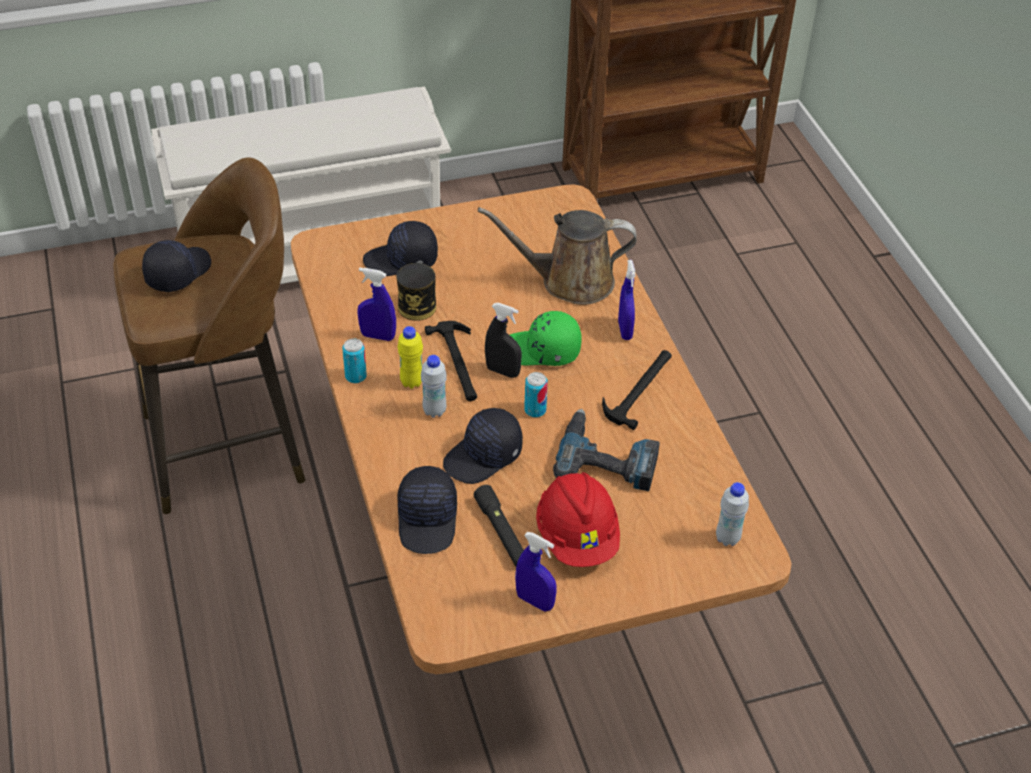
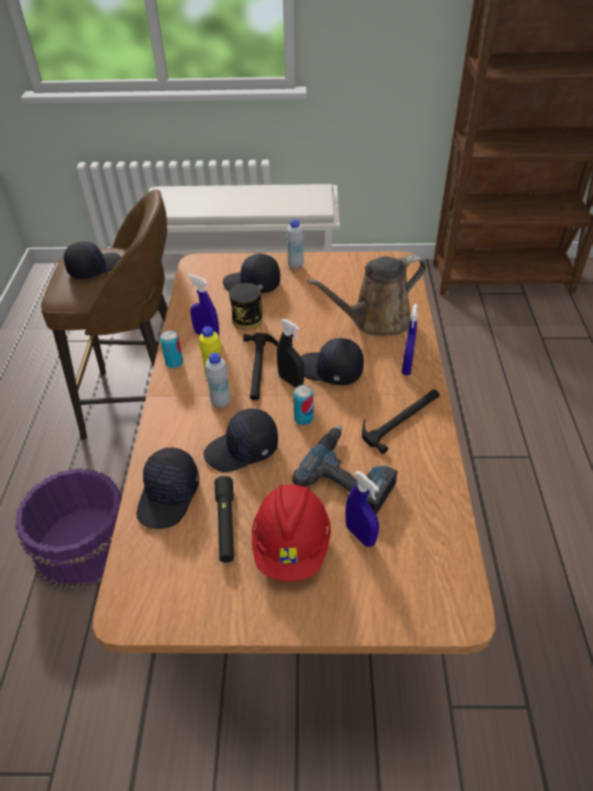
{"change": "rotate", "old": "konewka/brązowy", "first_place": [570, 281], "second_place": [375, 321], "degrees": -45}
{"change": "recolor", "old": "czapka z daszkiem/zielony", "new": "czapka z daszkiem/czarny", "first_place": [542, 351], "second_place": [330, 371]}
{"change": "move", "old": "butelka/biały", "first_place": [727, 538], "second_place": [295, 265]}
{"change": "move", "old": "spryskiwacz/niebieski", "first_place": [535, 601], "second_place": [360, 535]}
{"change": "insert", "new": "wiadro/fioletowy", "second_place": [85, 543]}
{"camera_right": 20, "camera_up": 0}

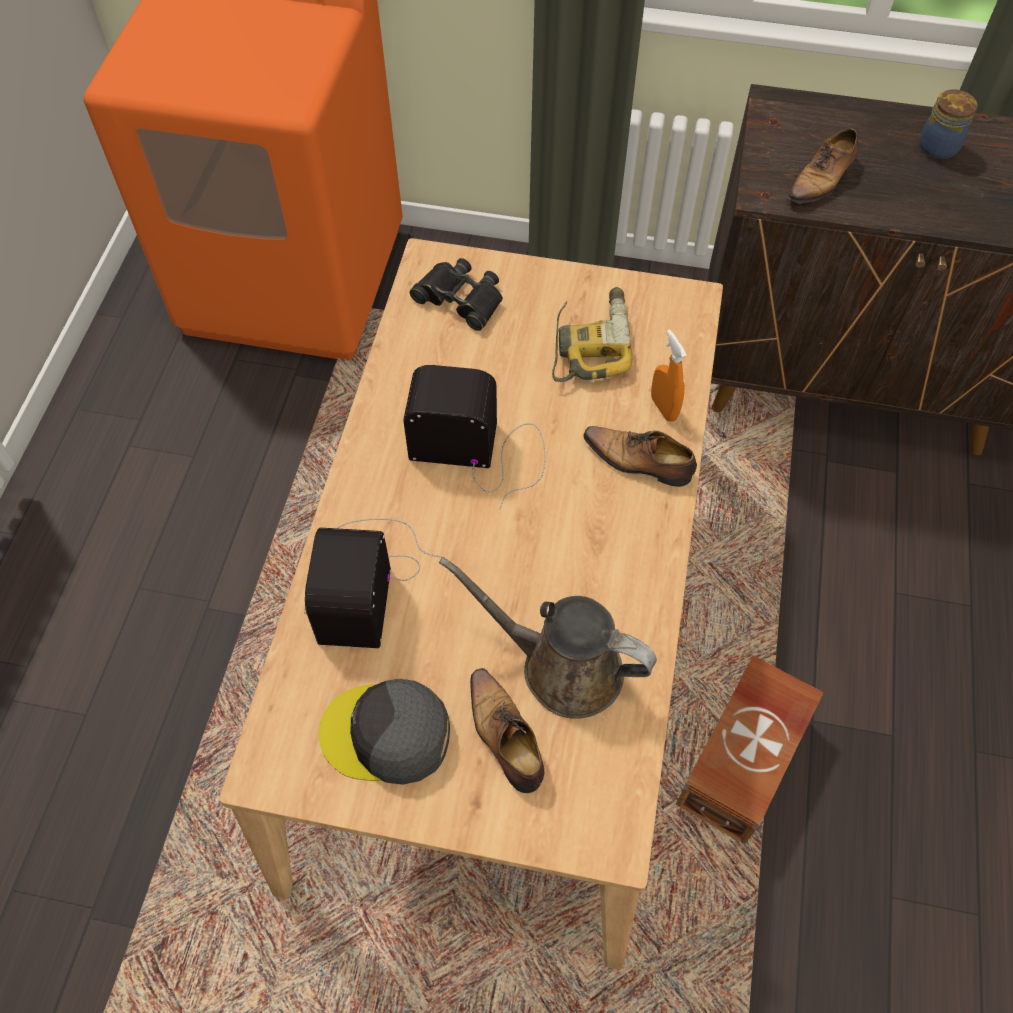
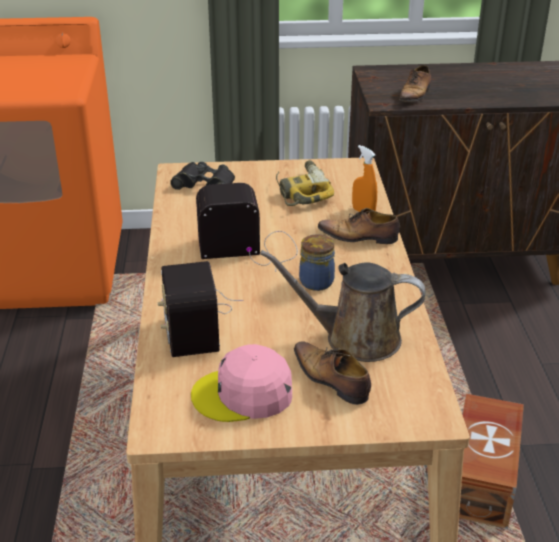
{"change": "move", "old": "słoik", "first_place": [938, 146], "second_place": [316, 281]}
{"change": "recolor", "old": "czapka z daszkiem/szary", "new": "czapka z daszkiem/różowy", "first_place": [387, 734], "second_place": [244, 394]}
{"camera_right": -15, "camera_up": -25}

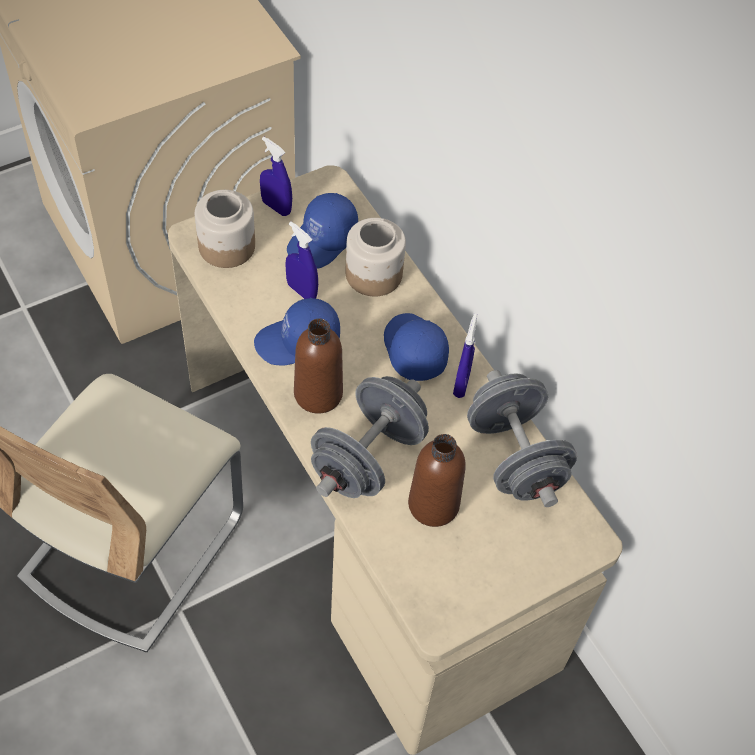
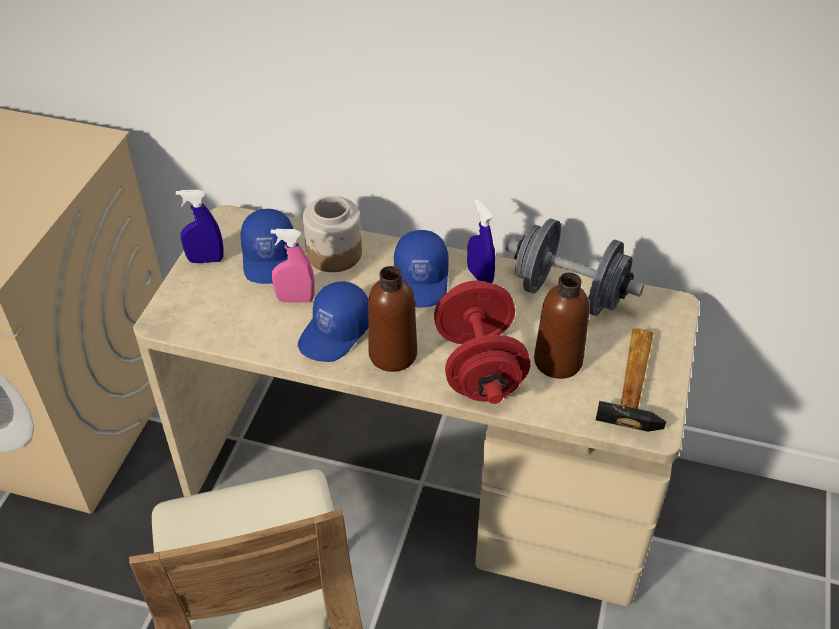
{"change": "delete", "old": "słoik", "first_place": [226, 246]}
{"change": "recolor", "old": "spryskiwacz/niebieski", "new": "spryskiwacz/różowy", "first_place": [301, 291], "second_place": [295, 299]}
{"change": "rotate", "old": "czapka z daszkiem/niebieski", "first_place": [413, 350], "second_place": [422, 280], "degrees": -120}
{"change": "recolor", "old": "hantel/szary", "new": "hantel/czerwony", "first_place": [368, 457], "second_place": [479, 367]}
{"change": "insert", "new": "młotek", "second_place": [637, 380]}
{"camera_right": -40, "camera_up": -10}

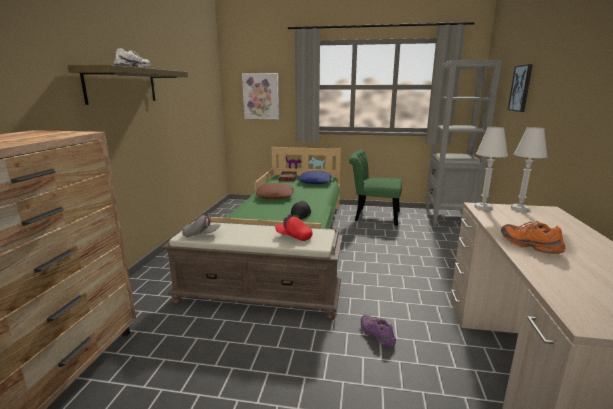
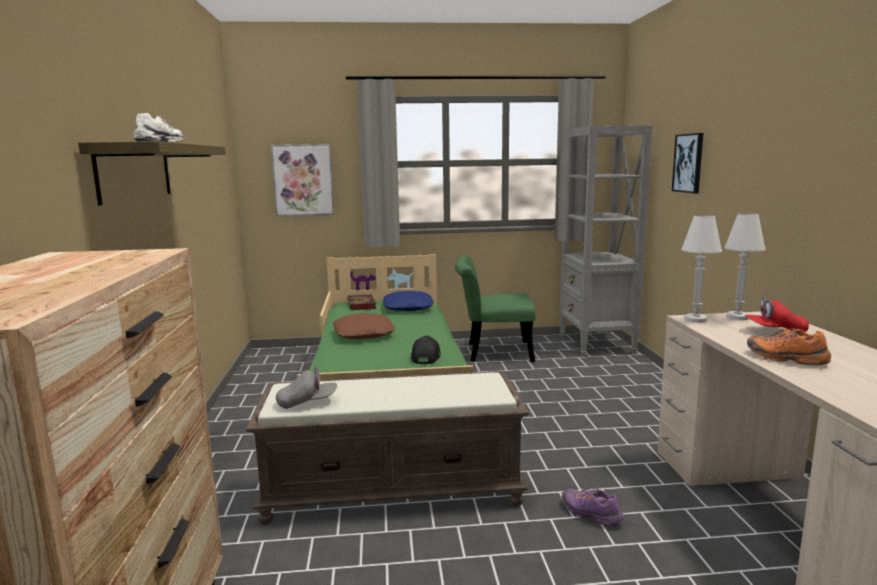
{"change": "move", "old": "czapka z daszkiem/czerwony", "first_place": [294, 237], "second_place": [775, 331]}
{"camera_right": -15, "camera_up": -5}

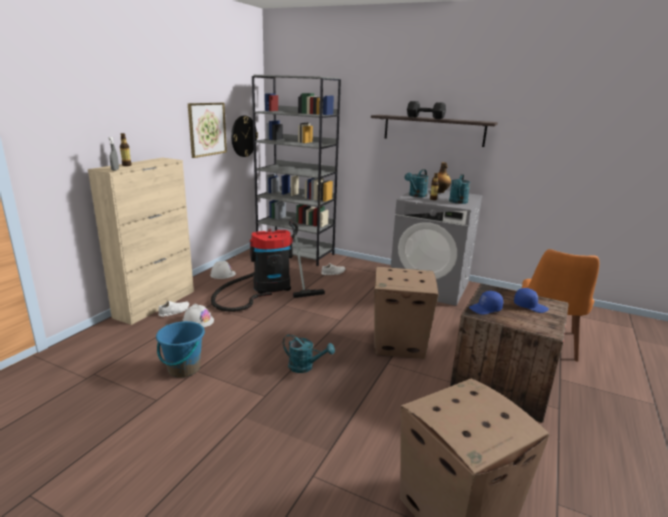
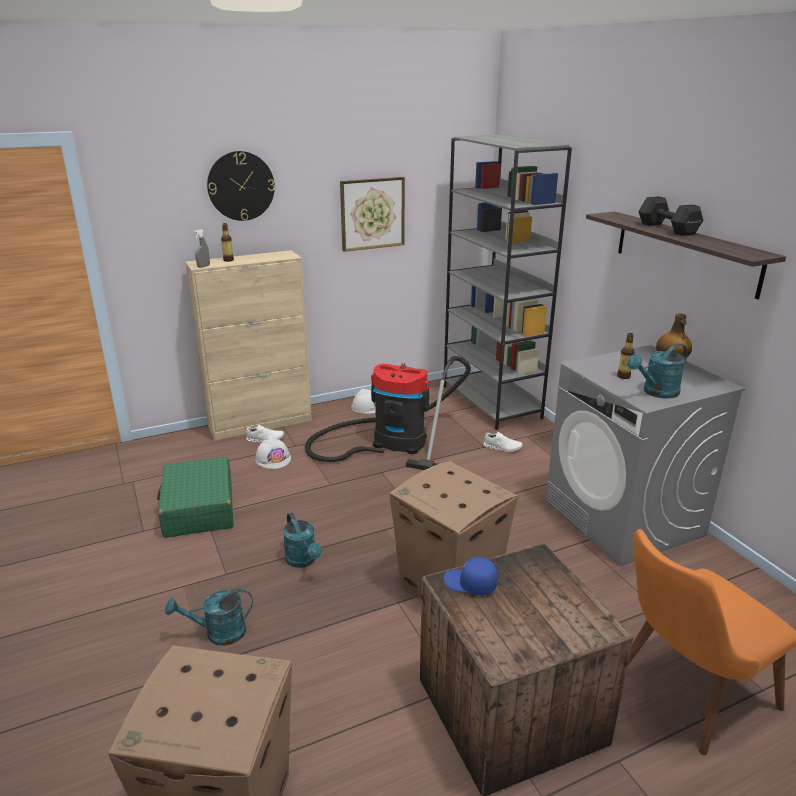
{"change": "move", "old": "zegar ścienny", "first_place": [243, 136], "second_place": [241, 186]}
{"change": "move", "old": "konewka/turkusowy", "first_place": [416, 195], "second_place": [218, 633]}
{"change": "delete", "old": "czapka z daszkiem/niebieski", "first_place": [530, 306]}
{"change": "replace", "old": "wiadro/niebieski", "new": "walizka/zielony", "first_place": [183, 368], "second_place": [198, 508]}
{"camera_right": 40, "camera_up": 5}

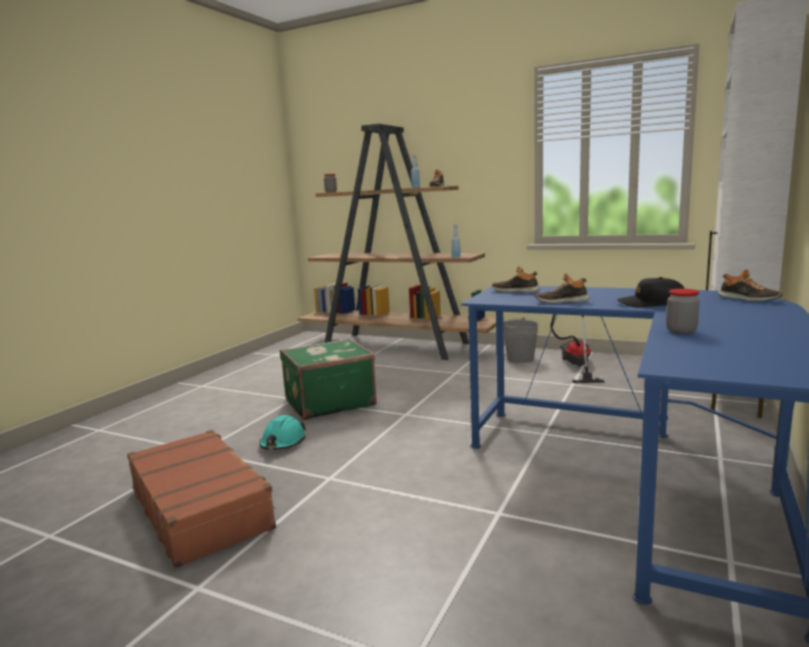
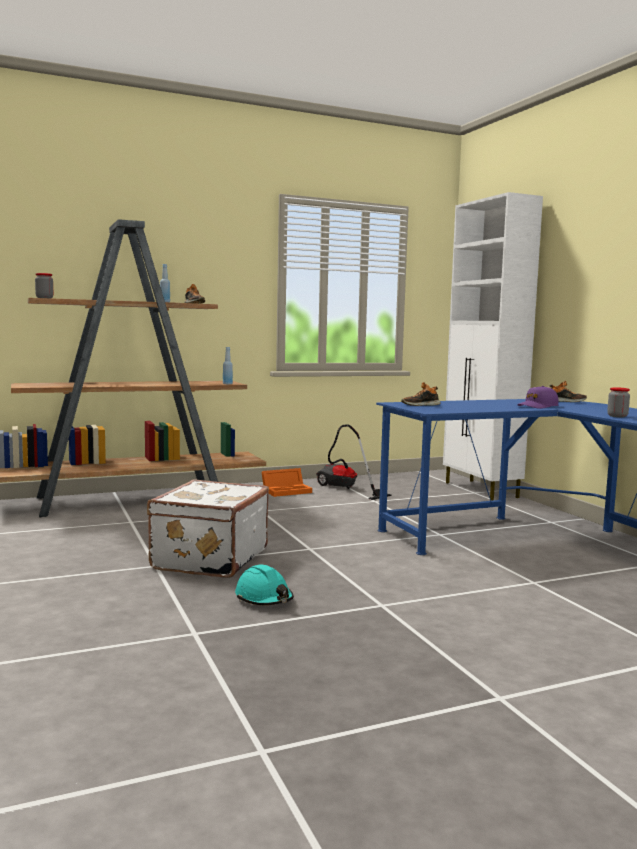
{"change": "delete", "old": "but", "first_place": [562, 301]}
{"change": "recolor", "old": "czapka z daszkiem/czarny", "new": "czapka z daszkiem/fioletowy", "first_place": [651, 304], "second_place": [538, 406]}
{"change": "replace", "old": "wiadro/szary", "new": "pojemnik do przechowywania/pomarańczowy", "first_place": [520, 359], "second_place": [287, 491]}
{"change": "recolor", "old": "walizka/zielony", "new": "walizka/biały", "first_place": [329, 402], "second_place": [208, 559]}
{"change": "delete", "old": "walizka/brązowy", "first_place": [201, 508]}
{"camera_right": -50, "camera_up": -5}

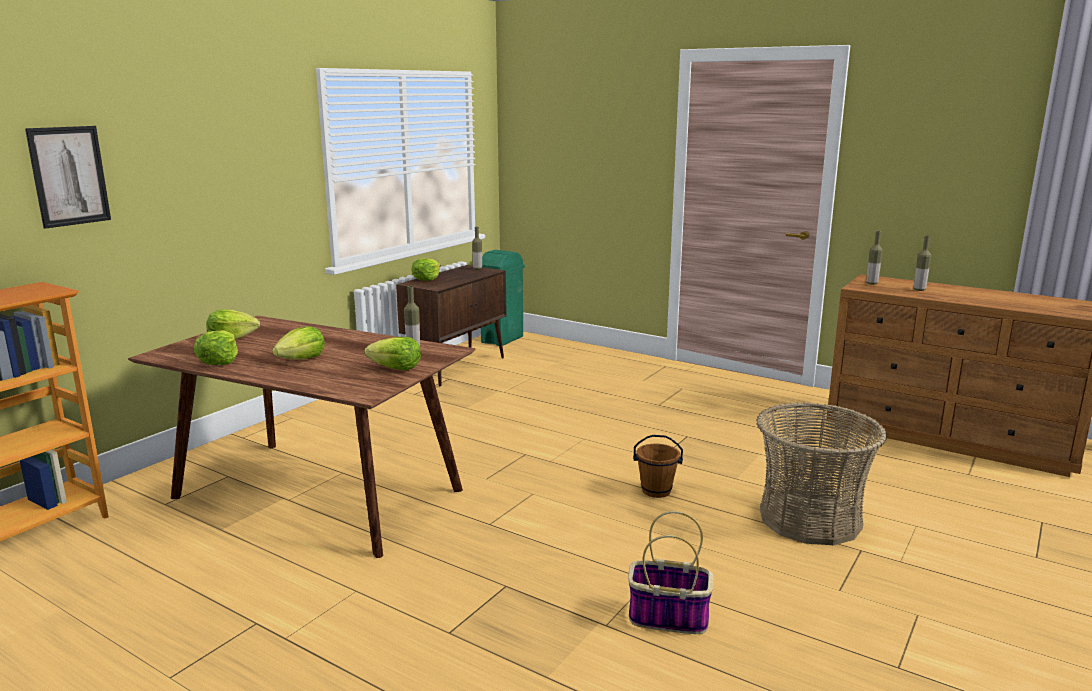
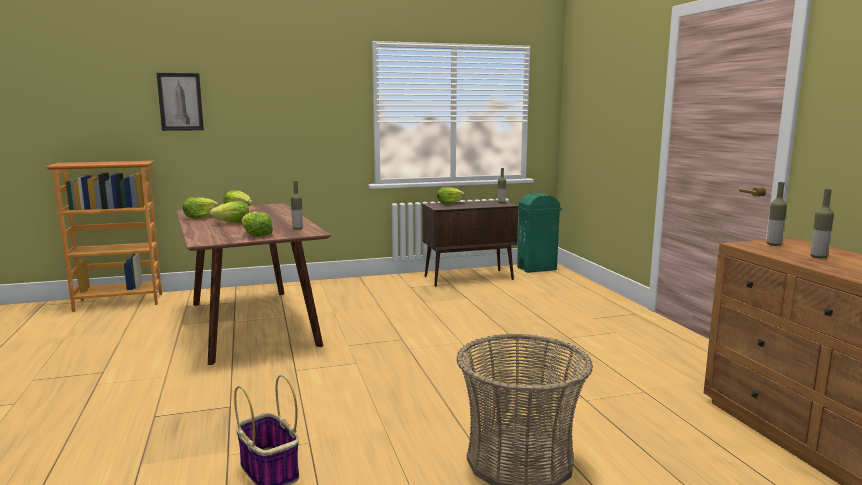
{"change": "delete", "old": "wiadro/brązowy", "first_place": [656, 491]}
{"camera_right": 40, "camera_up": -5}

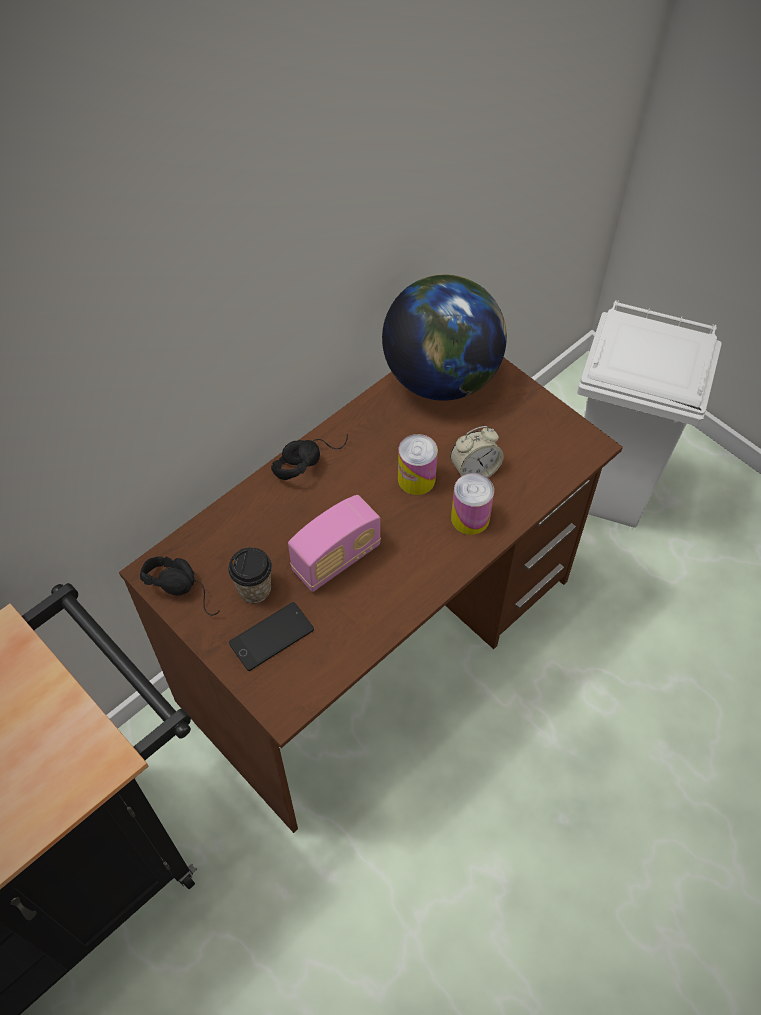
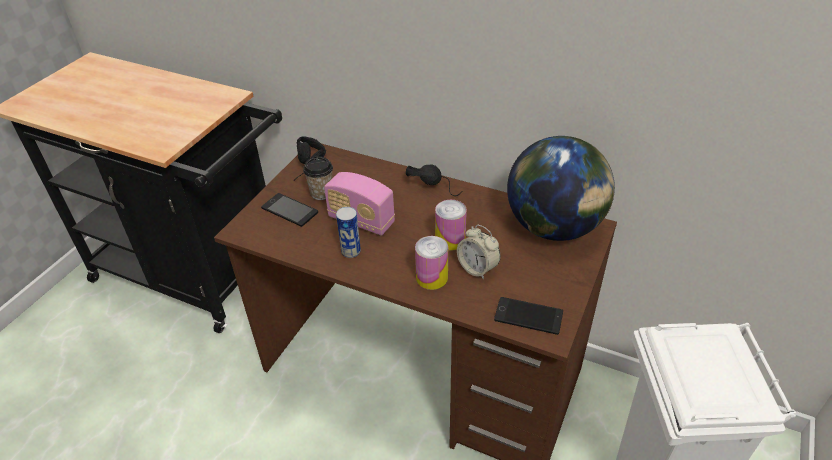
{"change": "insert", "new": "puszka", "second_place": [351, 251]}
{"change": "insert", "new": "telefon", "second_place": [528, 316]}
{"camera_right": 70, "camera_up": -15}

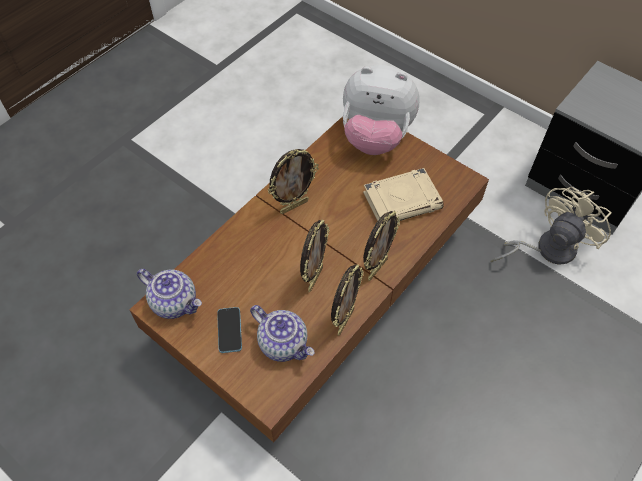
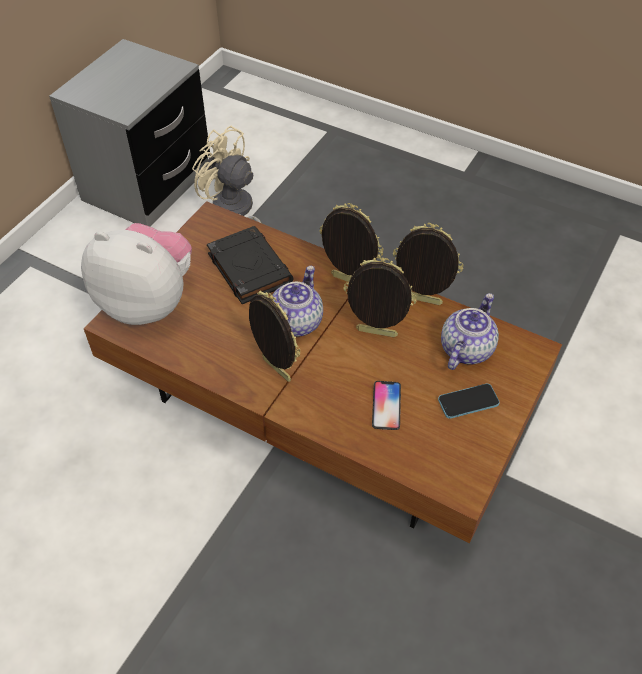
{"change": "rotate", "old": "pluszak", "first_place": [375, 137], "second_place": [148, 302], "degrees": -75}
{"change": "recolor", "old": "książka/beżowy", "new": "książka/czarny", "first_place": [402, 200], "second_place": [248, 268]}
{"change": "move", "old": "imbryk", "first_place": [175, 302], "second_place": [295, 322]}
{"change": "insert", "new": "telefon", "second_place": [386, 406]}
{"camera_right": -100, "camera_up": -5}

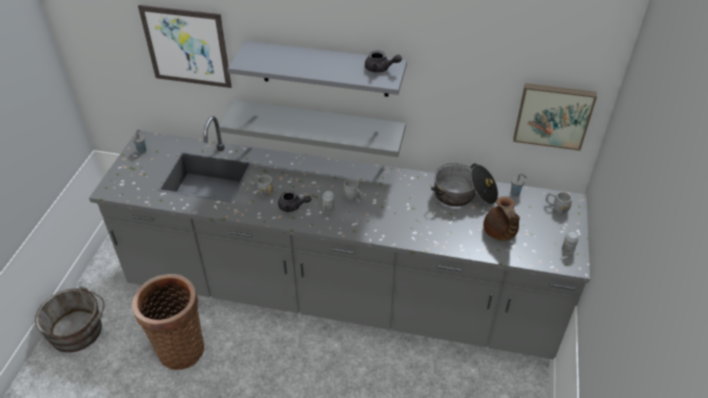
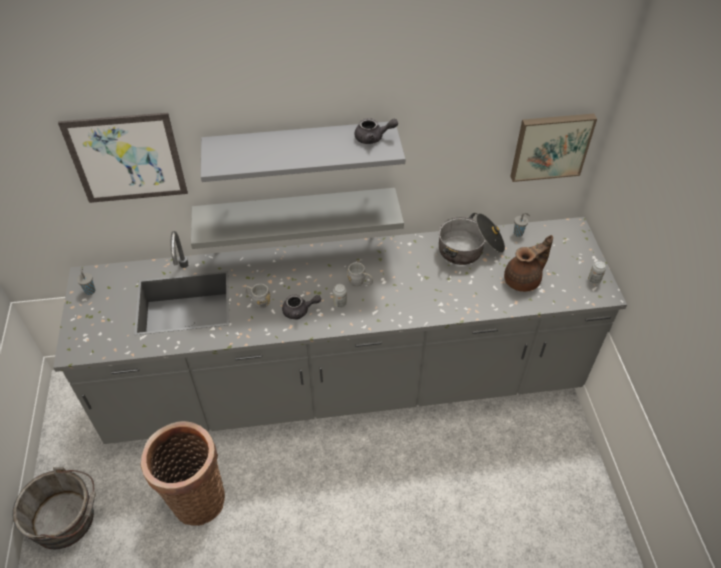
{"change": "delete", "old": "kubek/szary", "first_place": [556, 208]}
{"change": "rotate", "old": "imbryk/brązowy", "first_place": [500, 233], "second_place": [523, 280], "degrees": -90}
{"camera_right": -20, "camera_up": 5}

